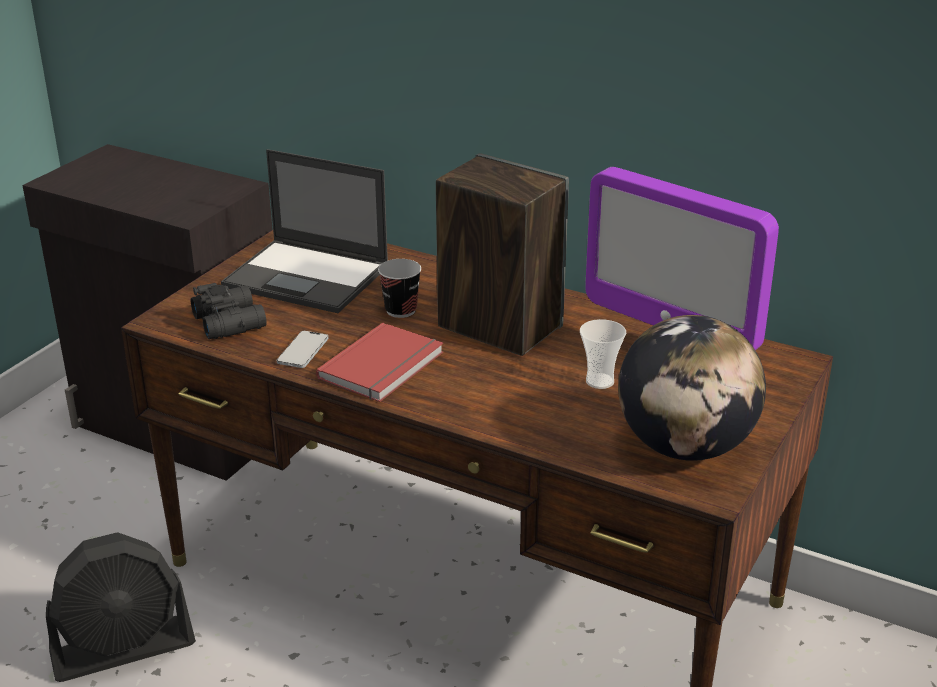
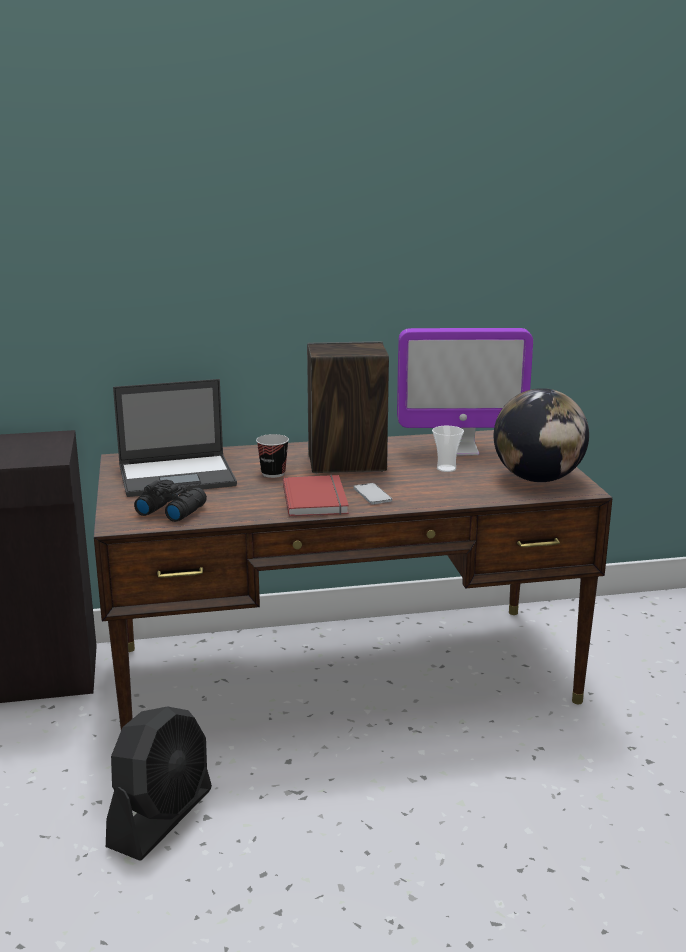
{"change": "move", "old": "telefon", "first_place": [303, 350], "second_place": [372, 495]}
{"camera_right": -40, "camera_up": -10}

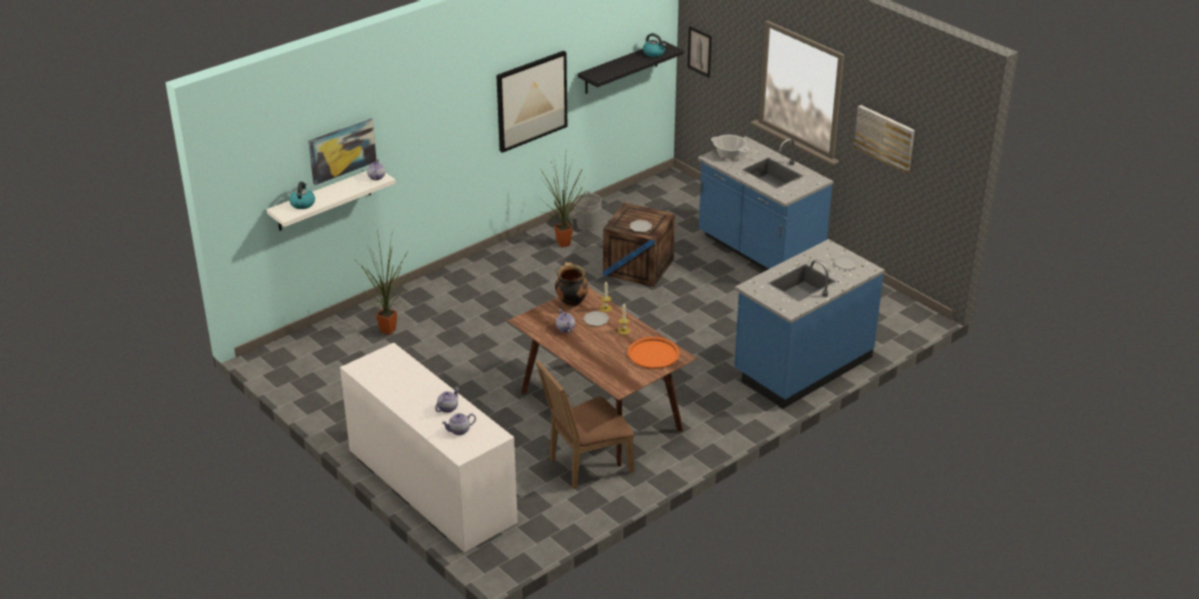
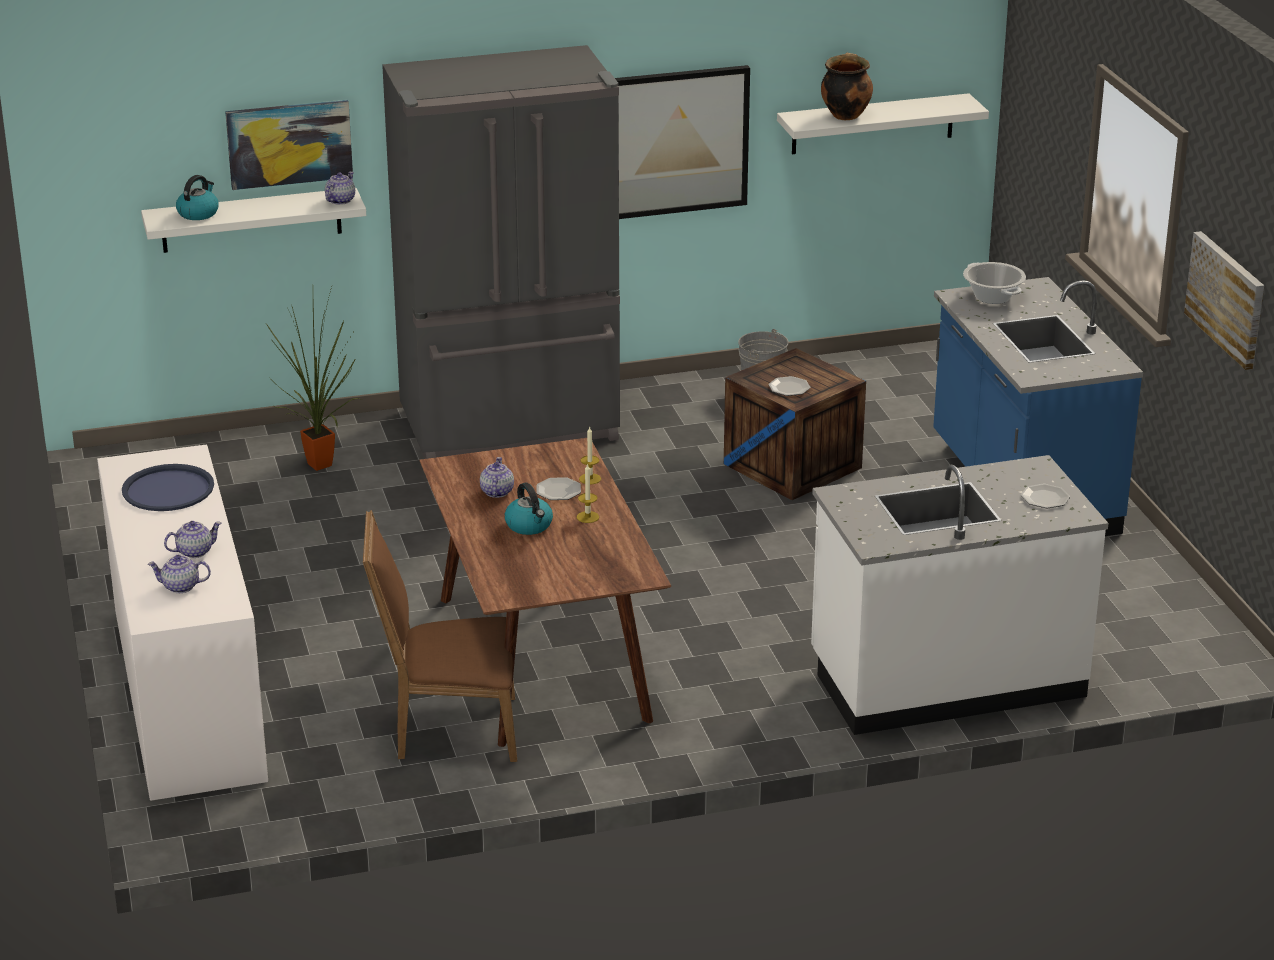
{"change": "delete", "old": "obraz", "first_place": [699, 51]}
{"change": "move", "old": "czajnik", "first_place": [654, 53], "second_place": [529, 525]}
{"change": "recolor", "old": "półka/czarny", "new": "półka/biały", "first_place": [621, 68], "second_place": [873, 124]}
{"change": "delete", "old": "roślina doniczkowa", "first_place": [564, 245]}
{"change": "recolor", "old": "zabudowa kuchenna/niebieski", "new": "zabudowa kuchenna/biały", "first_place": [802, 366], "second_place": [946, 678]}
{"change": "move", "old": "garnek", "first_place": [571, 301], "second_place": [845, 115]}
{"change": "delete", "old": "taca/pomarańczowy", "first_place": [653, 354]}
{"change": "insert", "new": "lodówka/szary", "second_place": [511, 427]}
{"change": "insert", "new": "taca/niebieski", "second_place": [168, 489]}
{"camera_right": 25, "camera_up": -5}

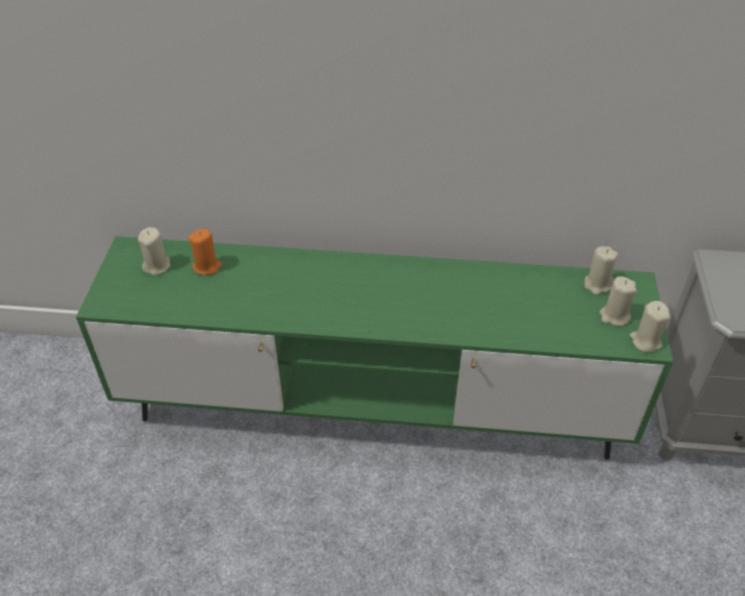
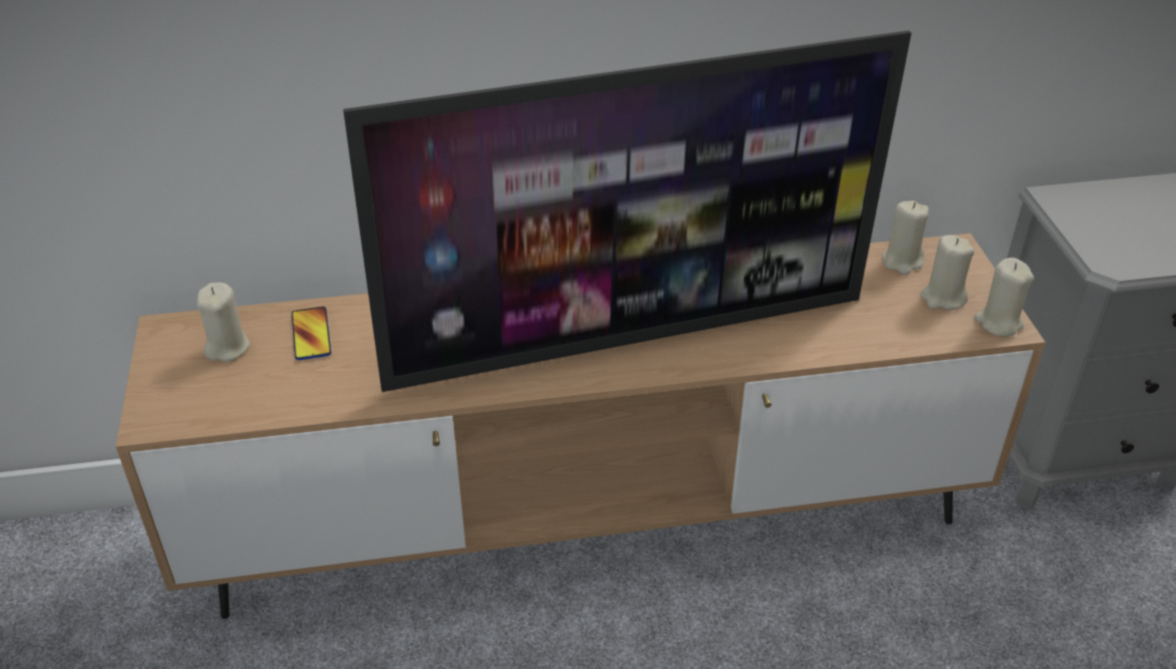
{"change": "replace", "old": "świeca/pomarańczowy", "new": "telefon", "first_place": [207, 266], "second_place": [311, 334]}
{"change": "recolor", "old": "szafka pod telewizor/zielony", "new": "szafka pod telewizor/brązowy", "first_place": [372, 408], "second_place": [587, 523]}
{"change": "insert", "new": "telewizor", "second_place": [629, 338]}
{"camera_right": -15, "camera_up": -5}

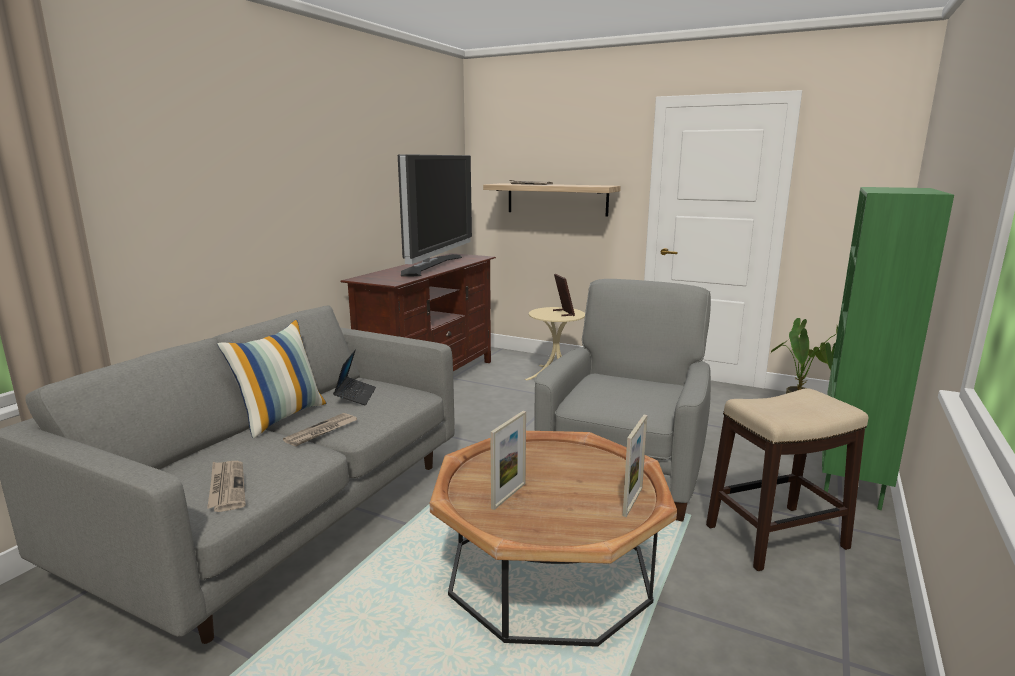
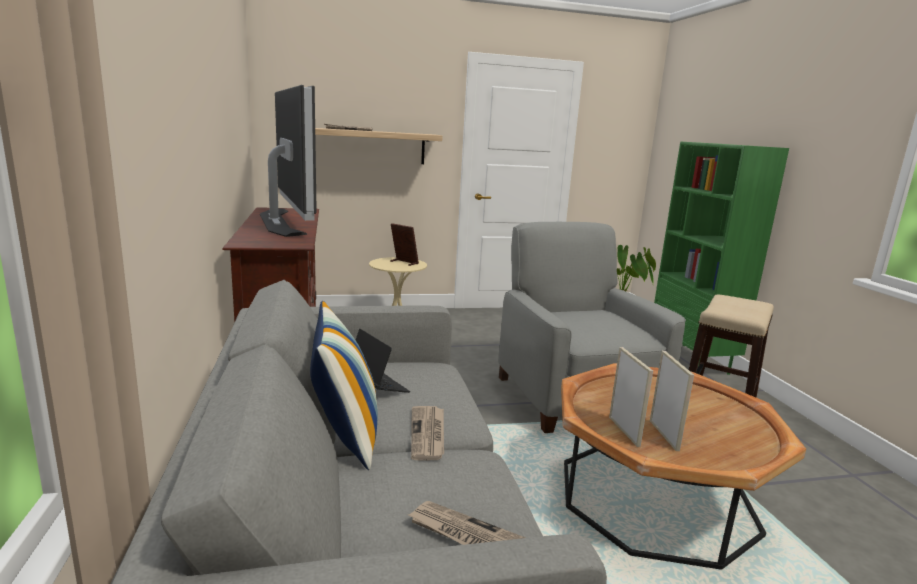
{"change": "move", "old": "ramka na zdjęcie", "first_place": [632, 501], "second_place": [624, 431]}
{"camera_right": -40, "camera_up": 0}

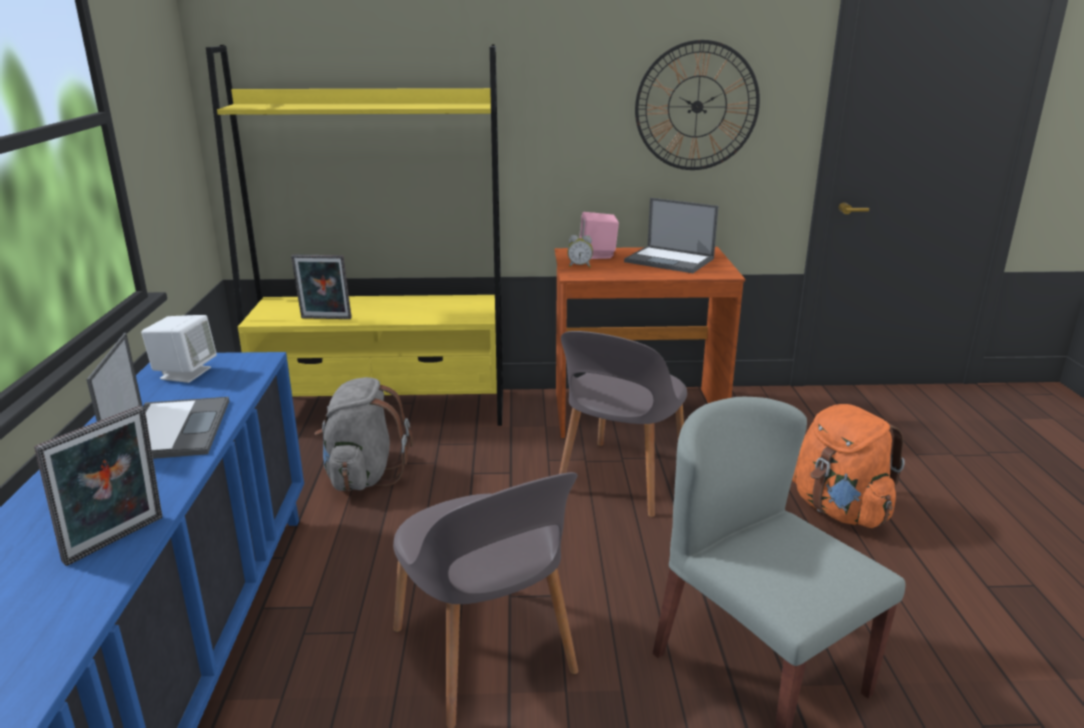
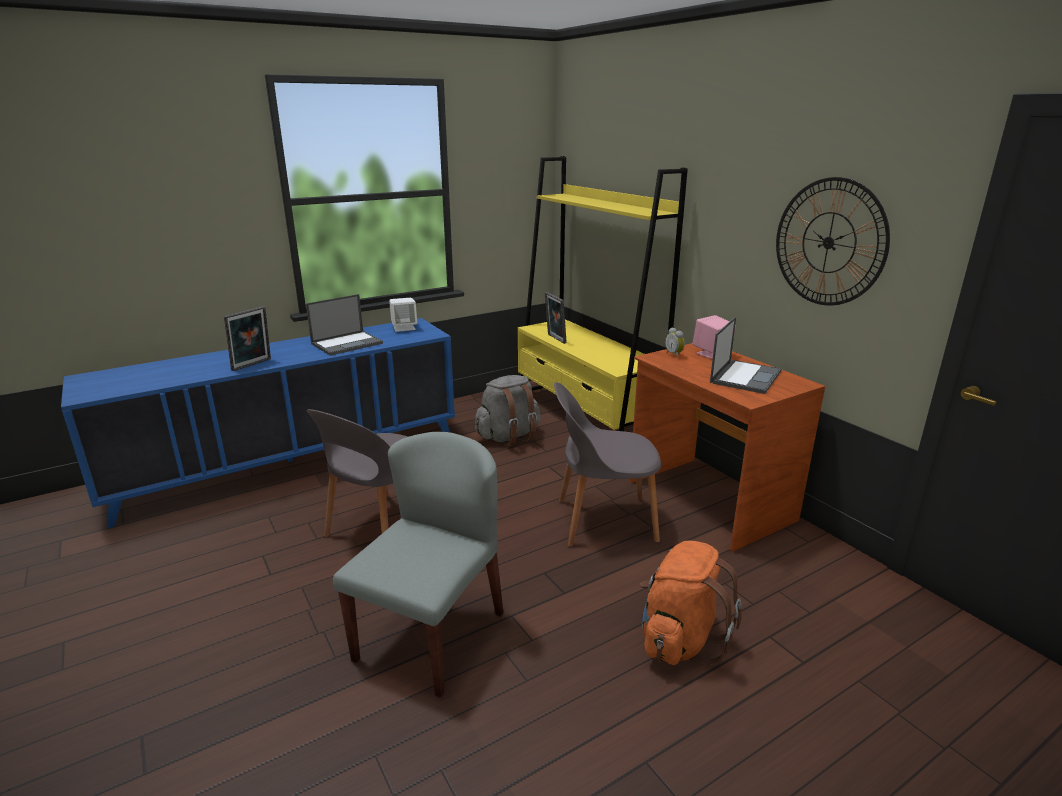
{"change": "rotate", "old": "laptop", "first_place": [670, 260], "second_place": [745, 376], "degrees": -150}
{"change": "rotate", "old": "ramka na zdjęcie", "first_place": [118, 541], "second_place": [253, 365], "degrees": -60}
{"camera_right": 60, "camera_up": 0}

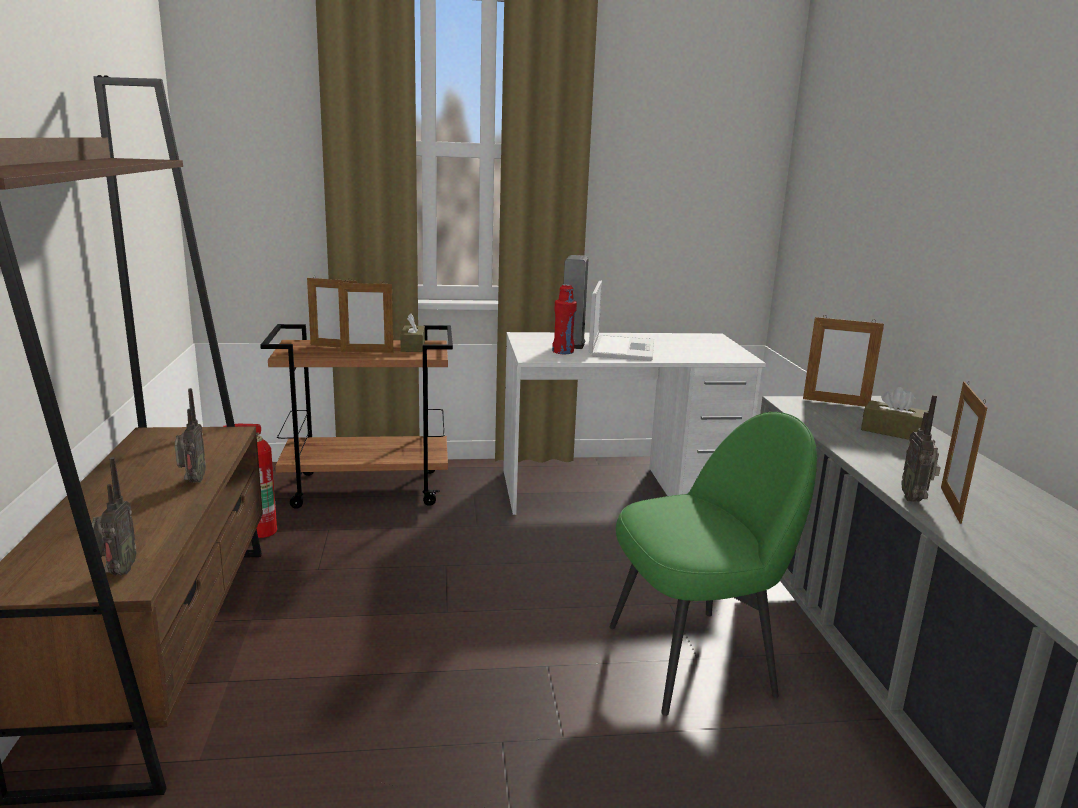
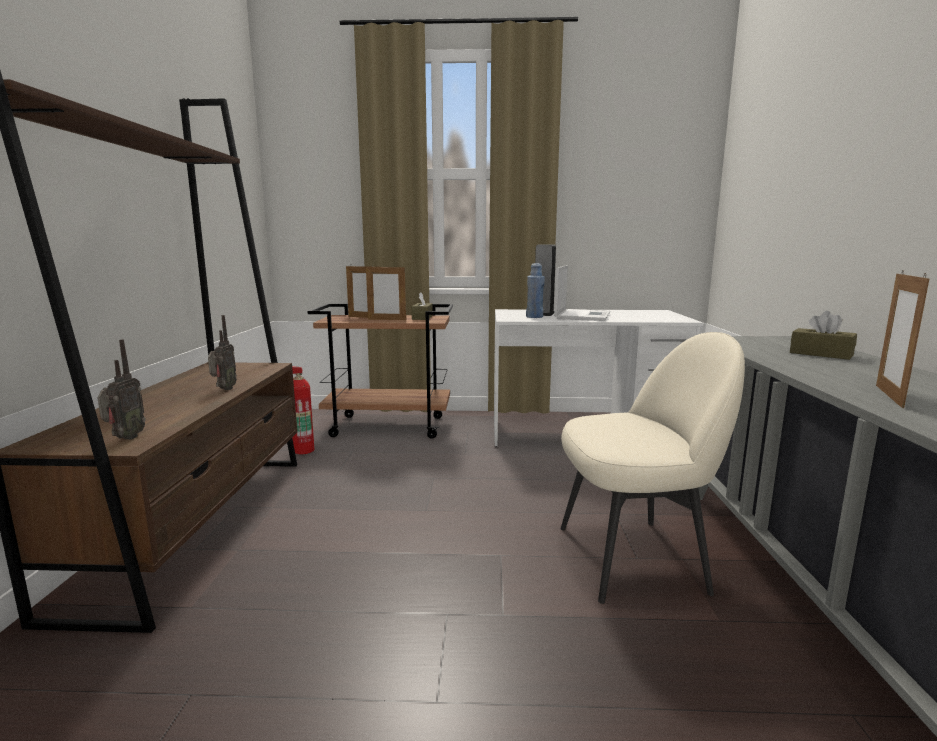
{"change": "recolor", "old": "butelka/czerwony", "new": "butelka/niebieski", "first_place": [563, 352], "second_place": [534, 317]}
{"change": "delete", "old": "ramka na zdjęcie", "first_place": [835, 402]}
{"change": "delete", "old": "radio", "first_place": [915, 499]}
{"change": "recolor", "old": "krzesło/zielony", "new": "krzesło/beżowy", "first_place": [694, 658], "second_place": [634, 558]}
{"camera_right": 10, "camera_up": -5}

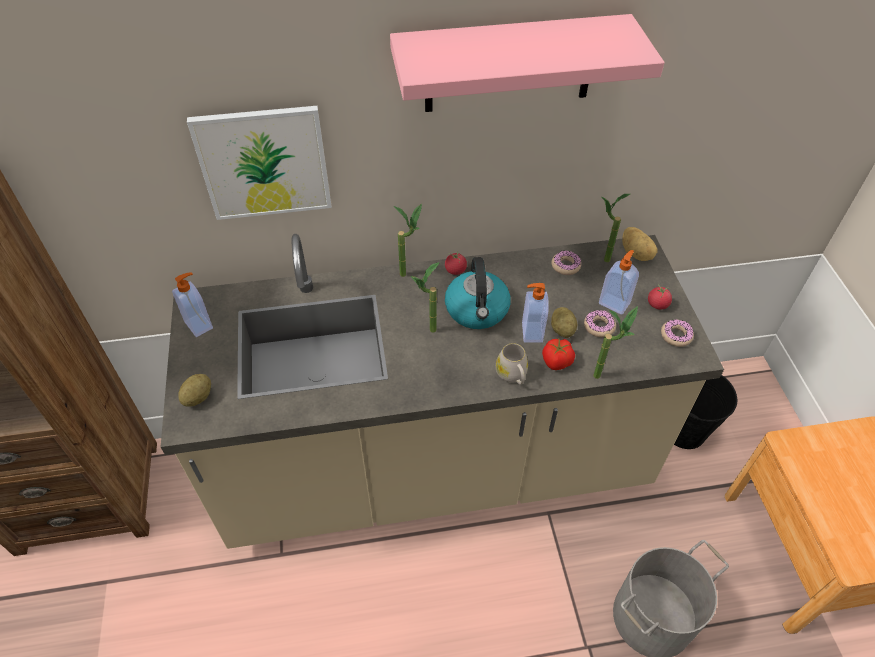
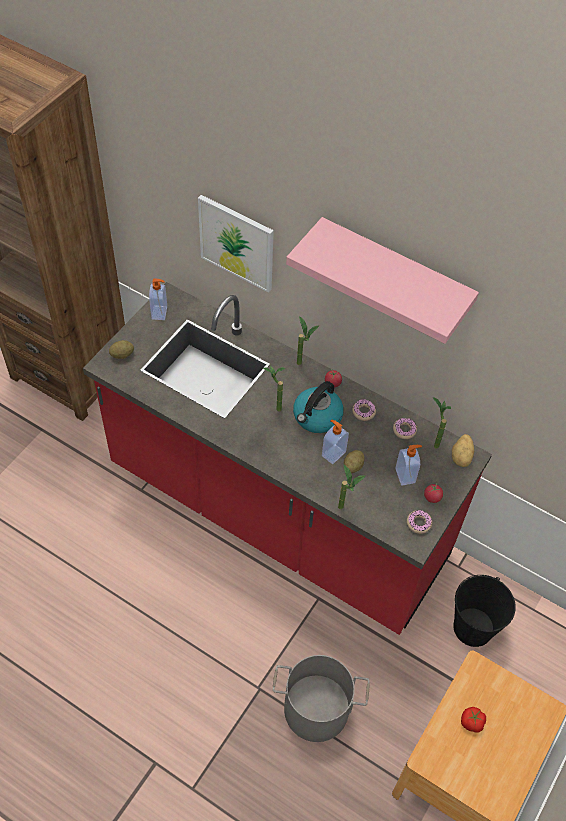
{"change": "recolor", "old": "zabudowa kuchenna/beżowy", "new": "zabudowa kuchenna/czerwony", "first_place": [436, 469], "second_place": [277, 514]}
{"change": "move", "old": "donut", "first_place": [599, 326], "second_place": [363, 412]}
{"change": "move", "old": "pomidor", "first_place": [557, 362], "second_place": [471, 723]}
{"change": "delete", "old": "kubek/biały", "first_place": [512, 375]}
{"camera_right": 40, "camera_up": 5}

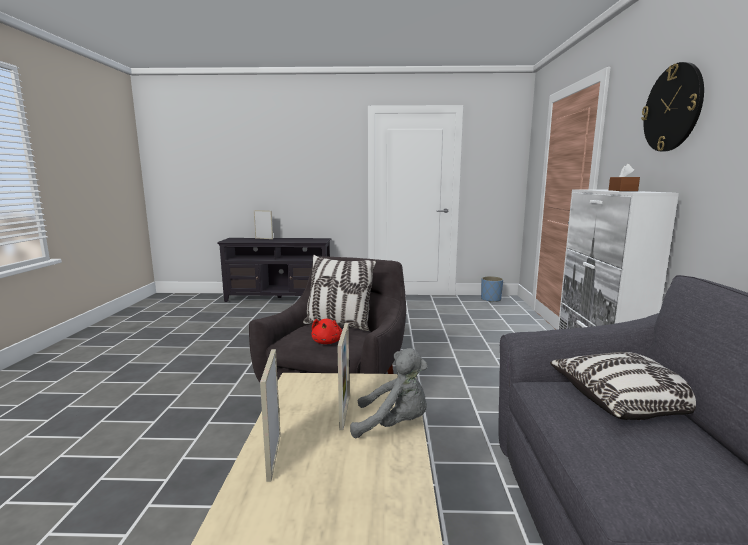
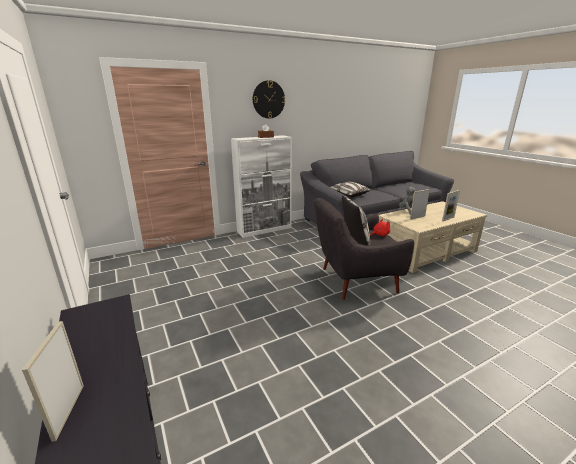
{"change": "delete", "old": "donica/niebieski", "first_place": [490, 299]}
{"camera_right": -120, "camera_up": 10}

